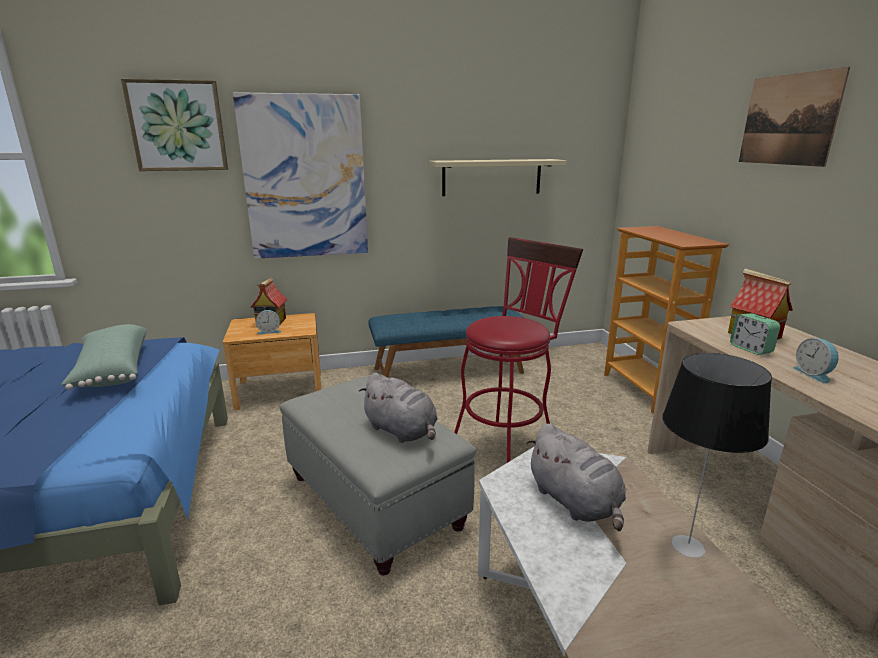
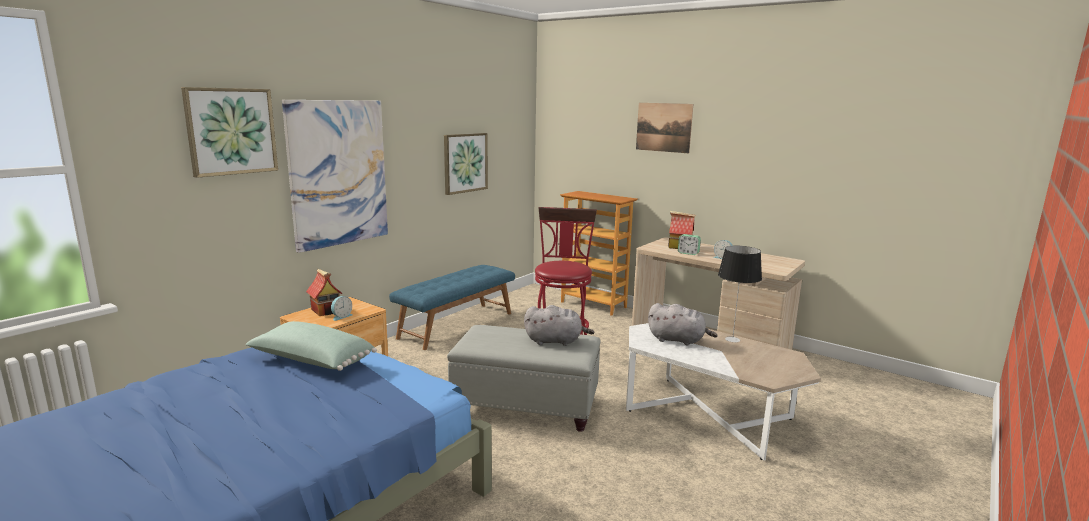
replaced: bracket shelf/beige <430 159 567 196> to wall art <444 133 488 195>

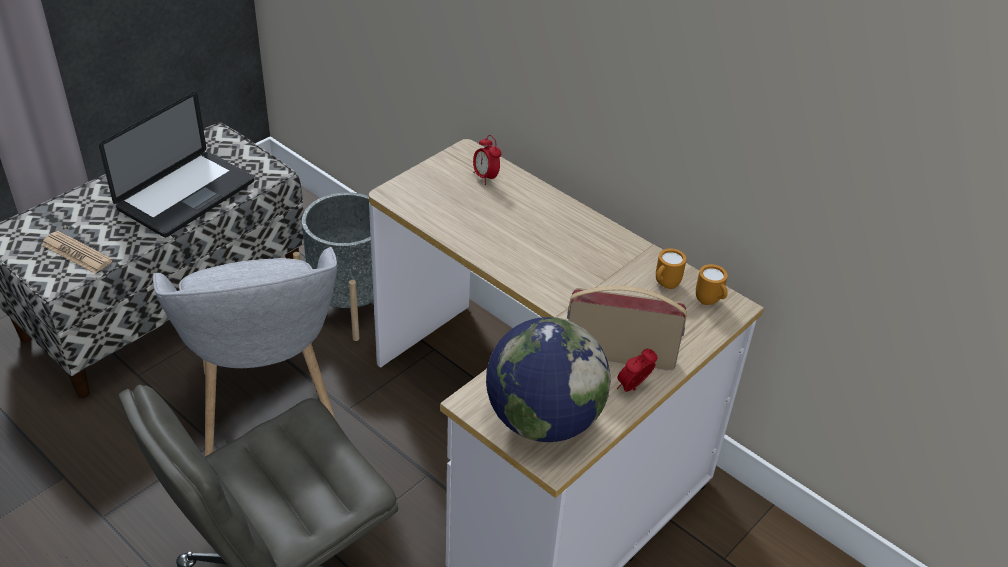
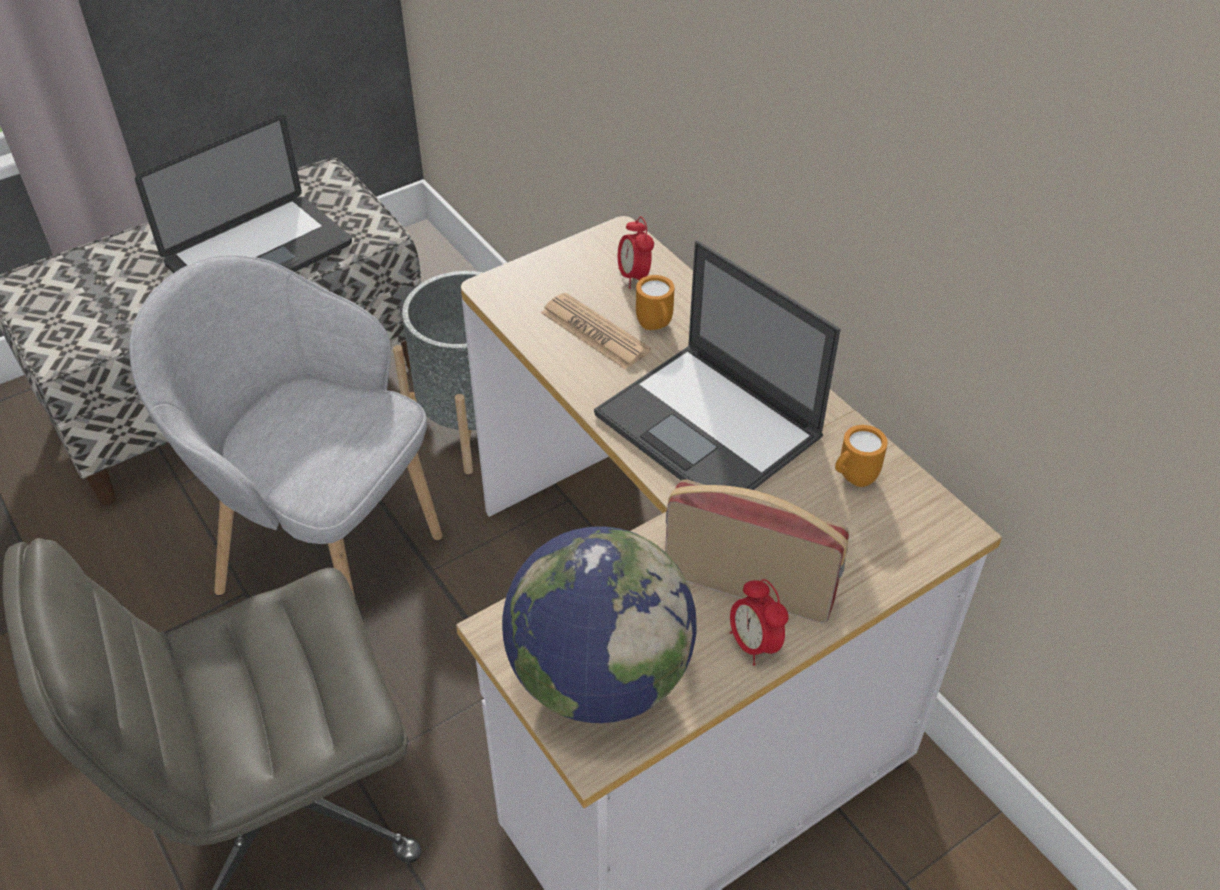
added: laptop <594 240 841 490>
moved: newspaper <41 231 113 274> to <541 293 651 370>; mug/orangey <696 264 728 305> to <636 275 675 330>
turned: armchair/greyish <153 247 337 456> = <129 255 443 597> 120 degrees clockwise; alarm clock <617 349 657 392> = <730 579 788 666> 90 degrees counterclockwise

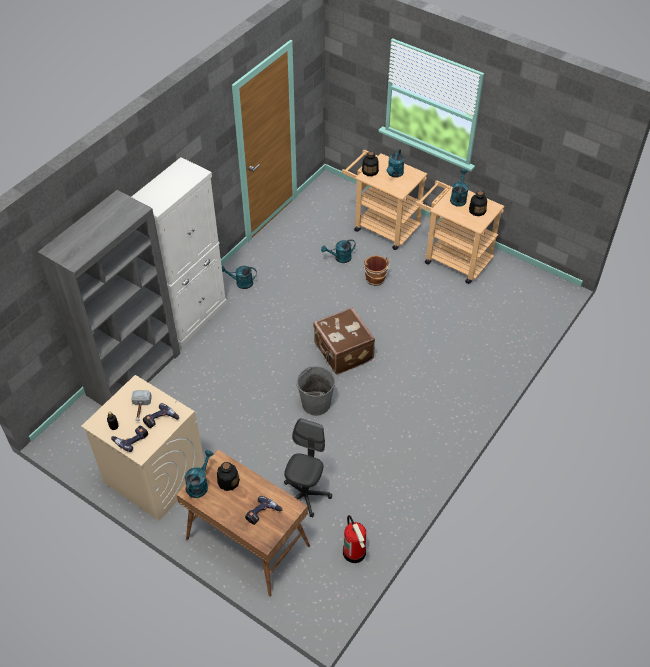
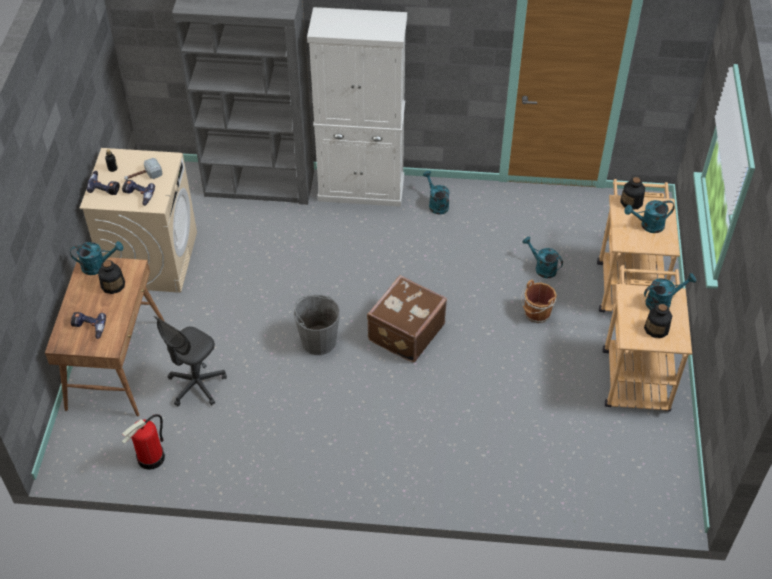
turned: desk chair/greyish <284 418 332 517> = <154 316 227 407> 135 degrees clockwise

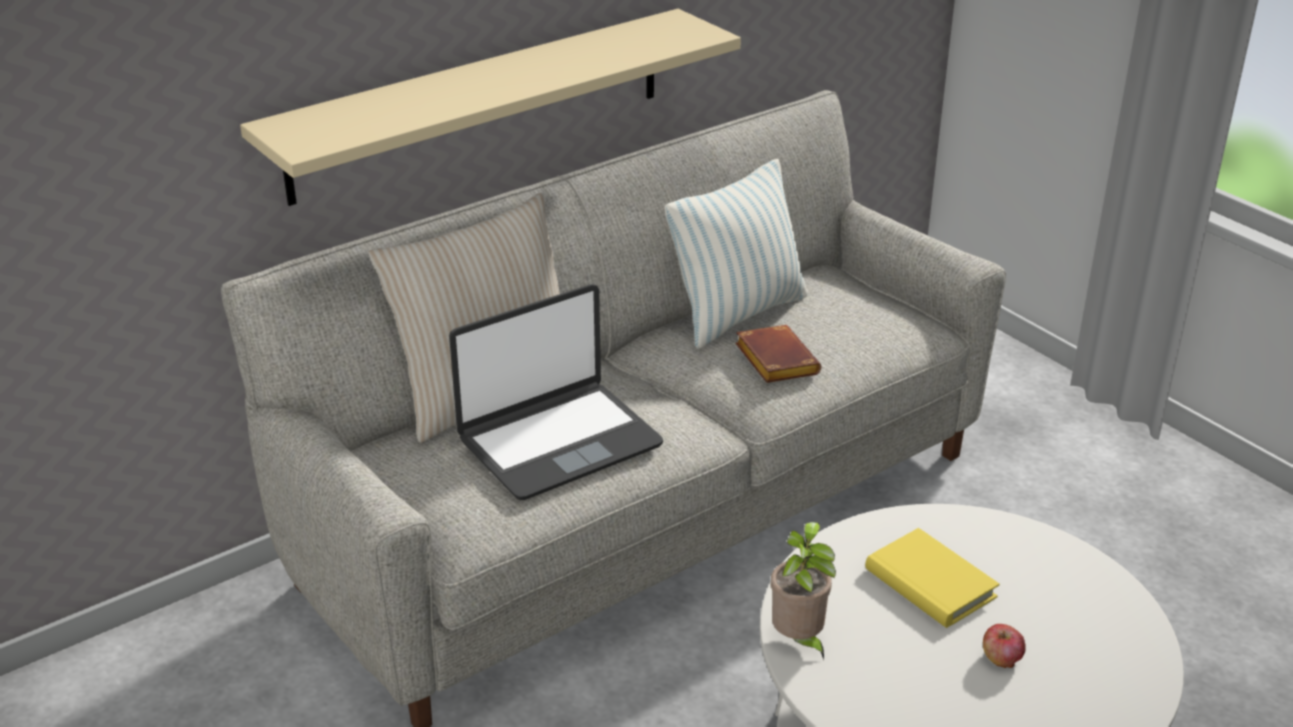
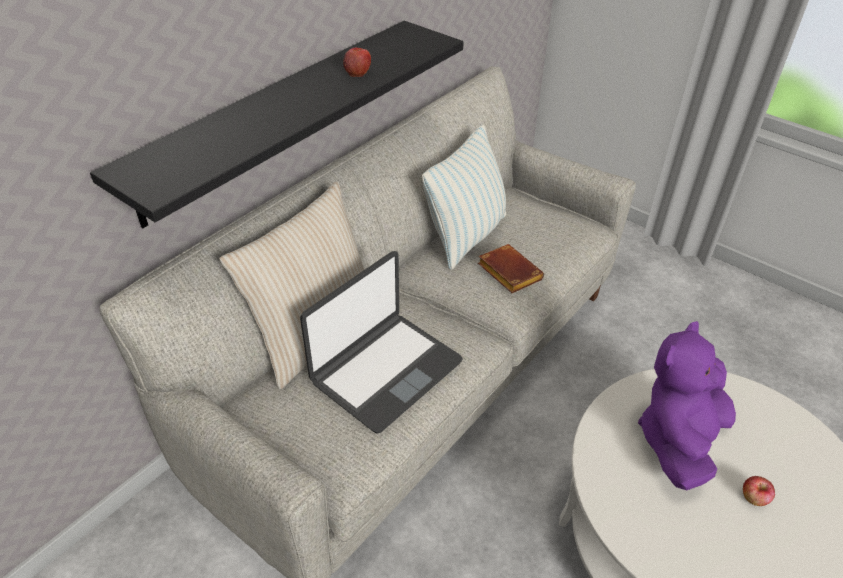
removed: potted plant <771 522 836 659>
added: apple fruit <343 48 371 77>
replaced: bound book/yellow-coloured <865 528 1000 628> to plush toy/purplish <638 321 736 490>
recoloured: bracket shelf/beige <240 9 741 206> to bracket shelf/blackish <90 21 464 228>

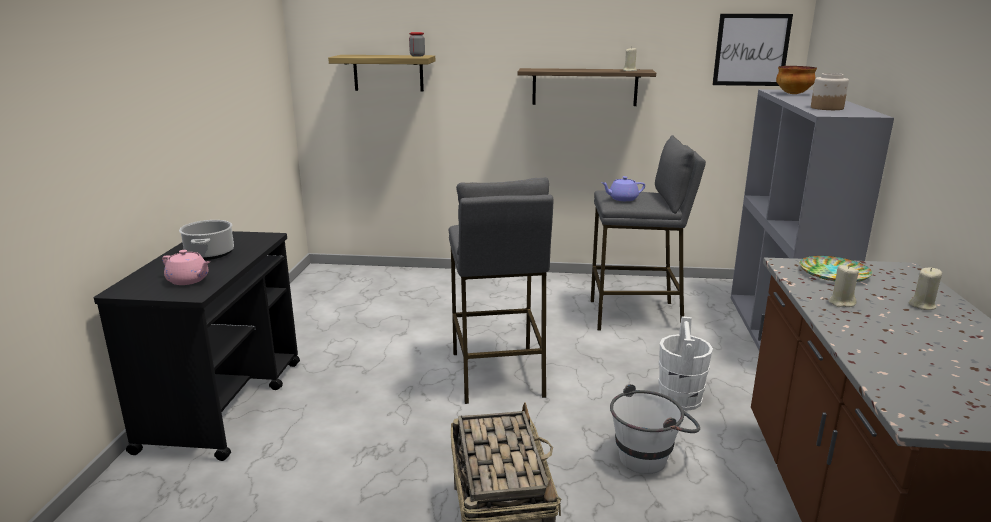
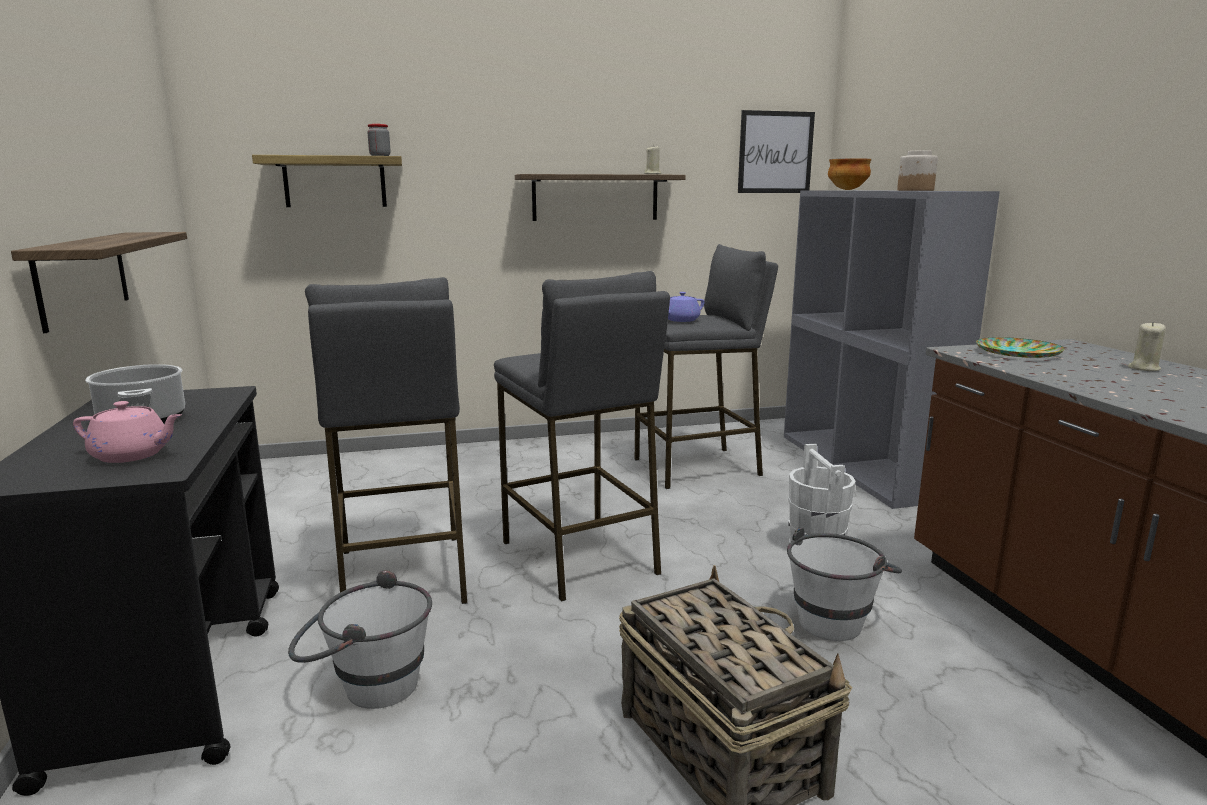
removed: candle/beige <828 265 859 307>
added: bracket shelf <11 232 187 333>; bucket/white-coloured <288 570 432 709>; sitting stool/greyish <305 277 467 604>

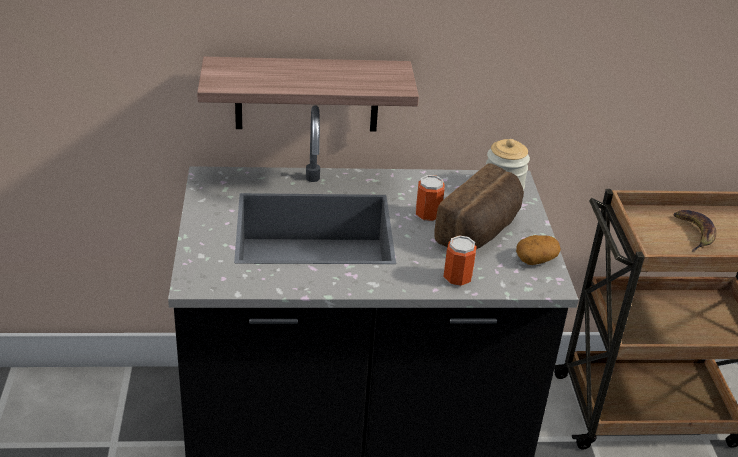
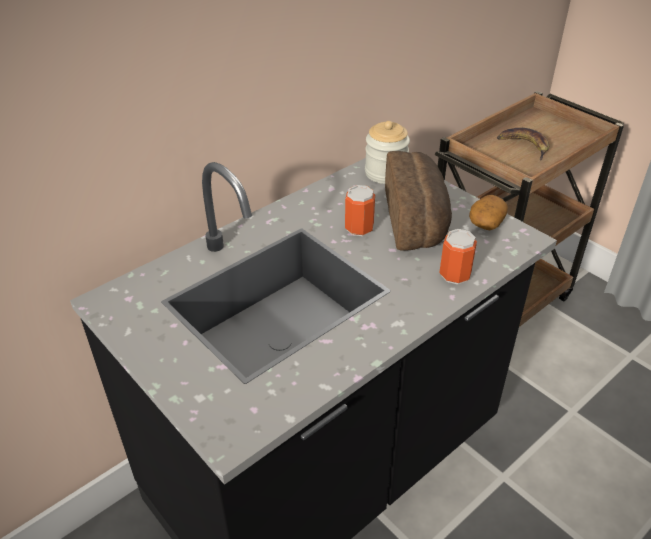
removed: bracket shelf <197 57 419 132>

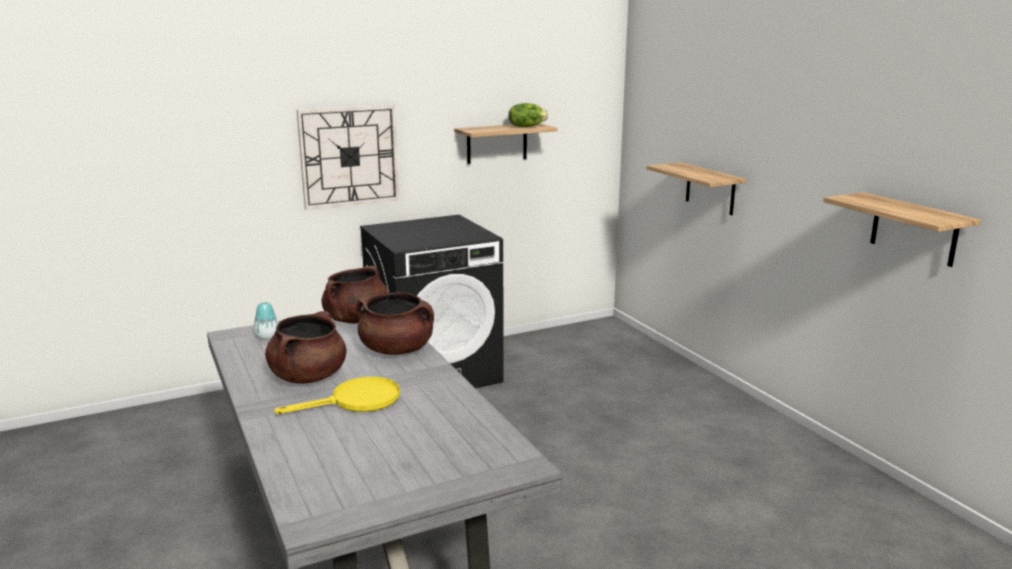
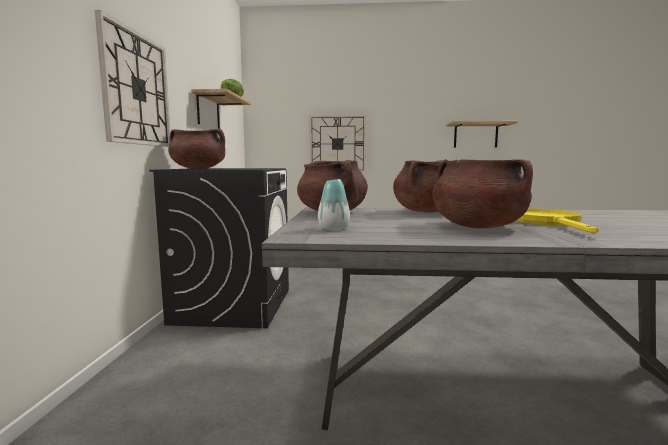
added: saucepot/brown-coloured <168 129 225 169>
replaced: bracket shelf <647 162 747 215> to hanging clock <309 115 366 173>

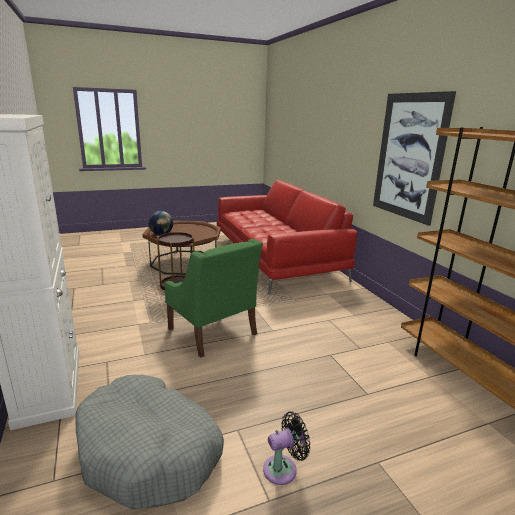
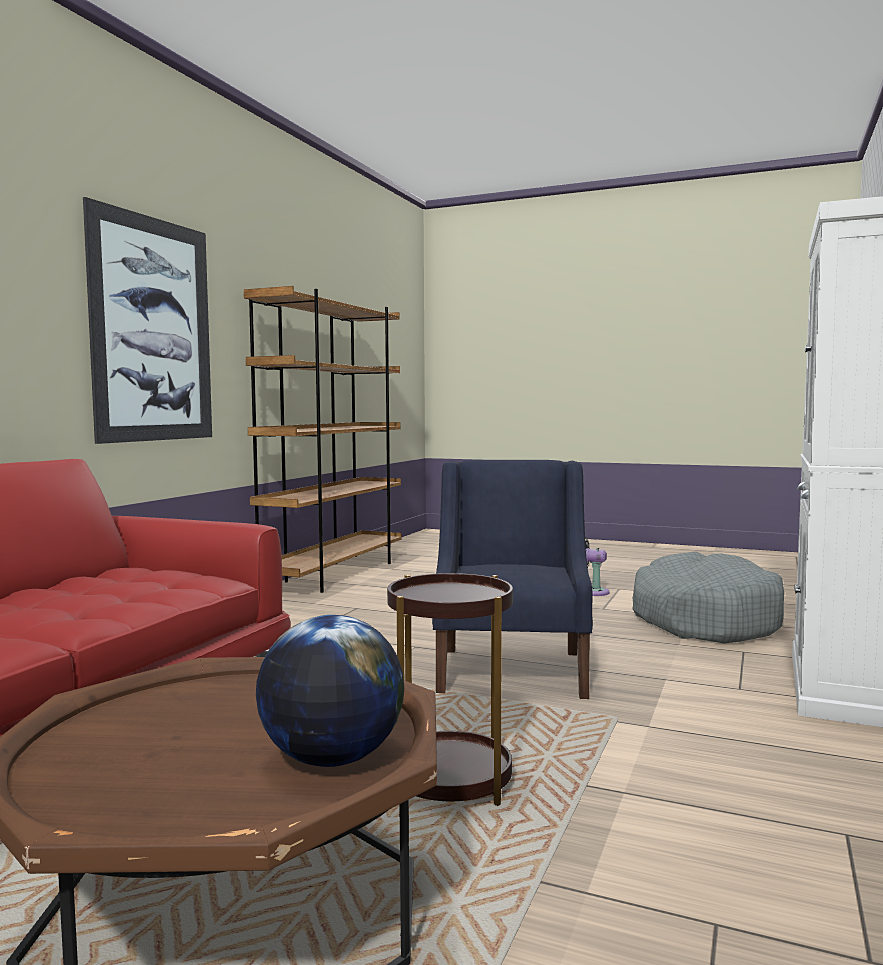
recoloured: armchair/green <164 239 263 358> to armchair/blue <432 460 593 699>

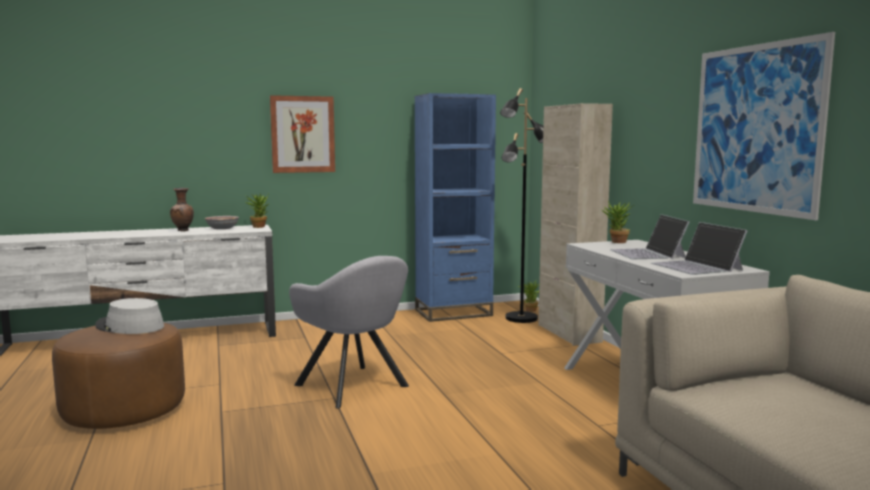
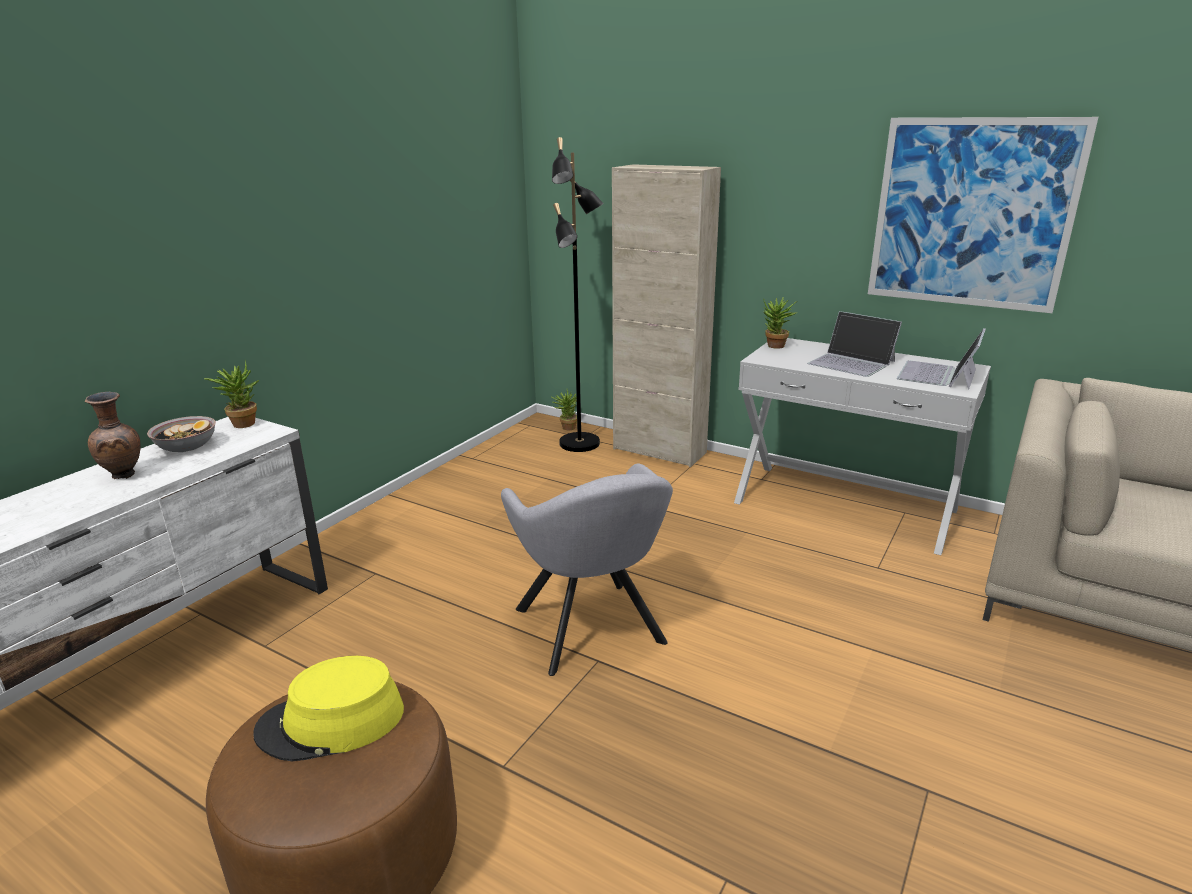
removed: wall art <270 95 335 173>; bookcase/blue <415 93 496 322>
recoloured: hat/greyish <95 298 164 334> to hat/yellow-coloured <253 656 404 761>
turned: armchair/greyish <289 256 409 409> = <501 463 673 676> 60 degrees clockwise; laptop <651 222 748 275> = <897 328 986 390> 90 degrees clockwise

